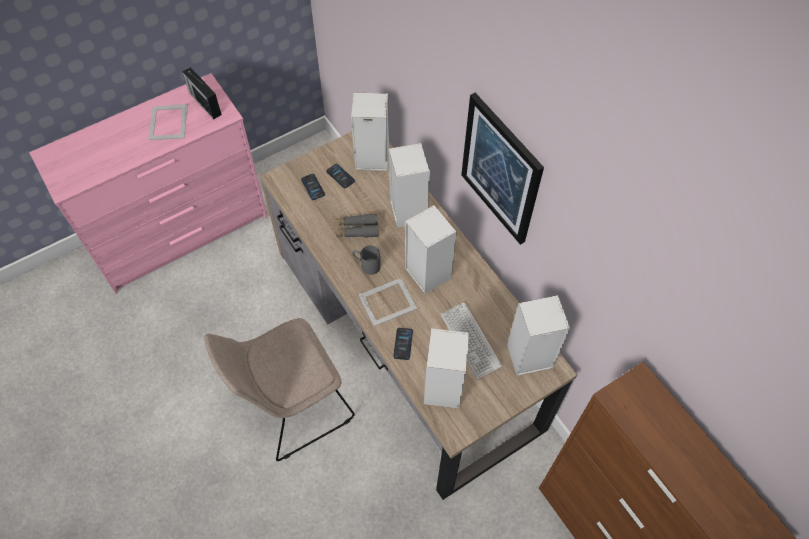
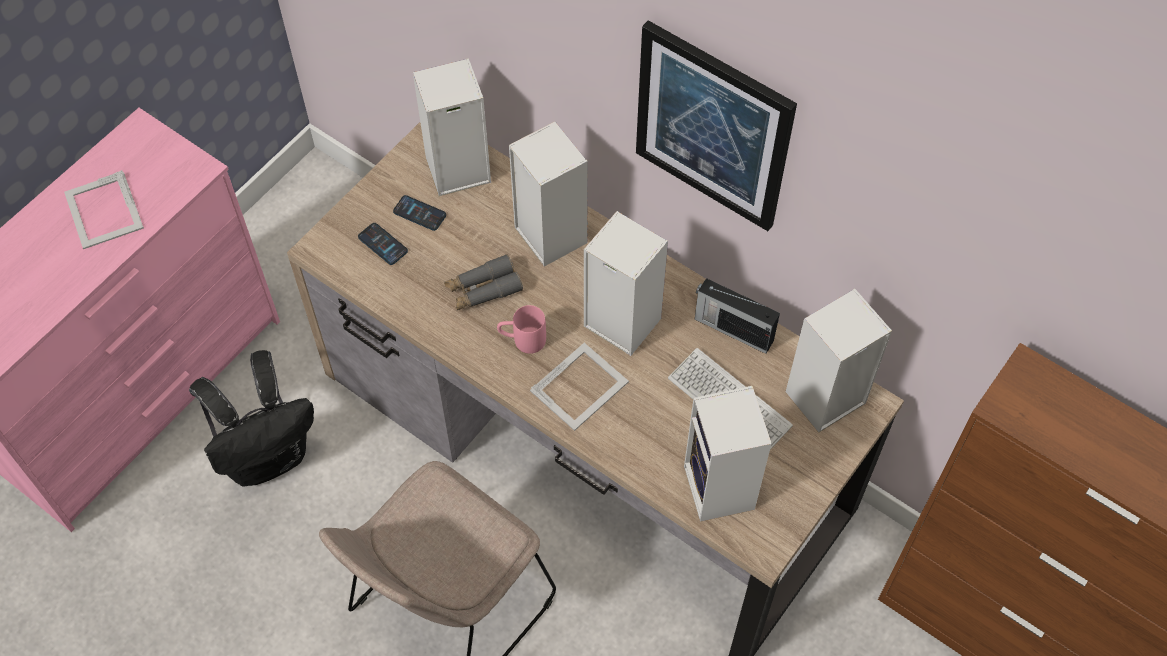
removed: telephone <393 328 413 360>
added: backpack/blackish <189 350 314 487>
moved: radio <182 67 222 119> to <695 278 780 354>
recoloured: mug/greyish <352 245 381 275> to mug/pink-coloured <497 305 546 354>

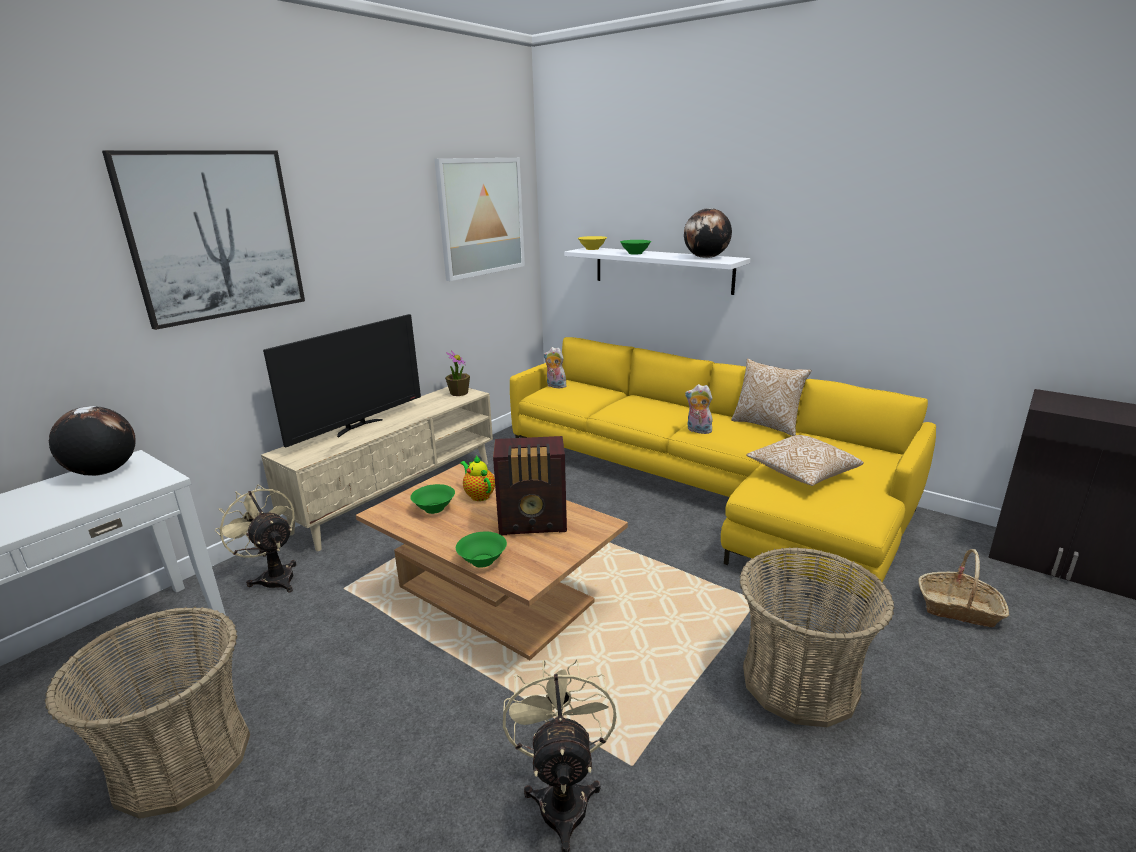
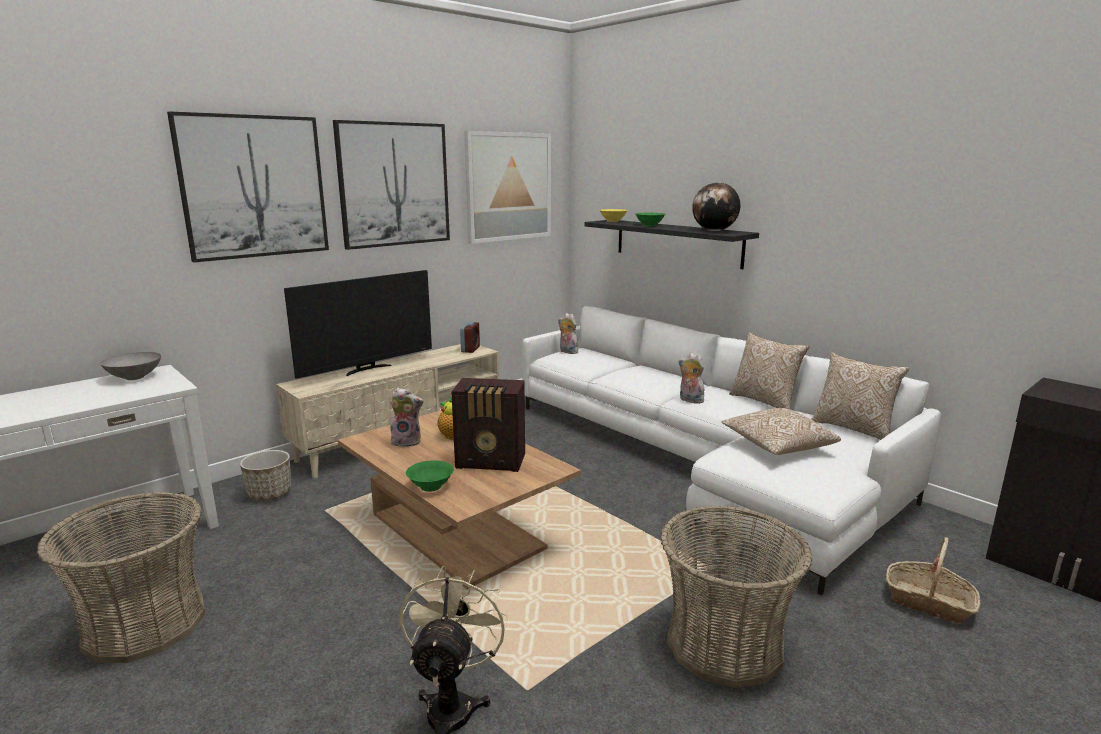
added: wall art <333 120 450 250>; throw pillow <812 352 910 440>
replaced: globe <49 406 136 476> to serving bowl/greyish <100 352 161 380>; electric fan/beige <215 484 296 593> to flower pot <240 450 291 500>; serving bowl/green <410 484 455 514> to plush toy <390 388 424 447>; potted plant <445 350 470 396> to alarm clock <460 322 480 353>
recoloured: couch/yellow-coloured <510 337 936 612> to couch/white-coloured <522 306 941 595>; bracket shelf/white-coloured <564 248 750 295> to bracket shelf/blackish <584 220 759 269>

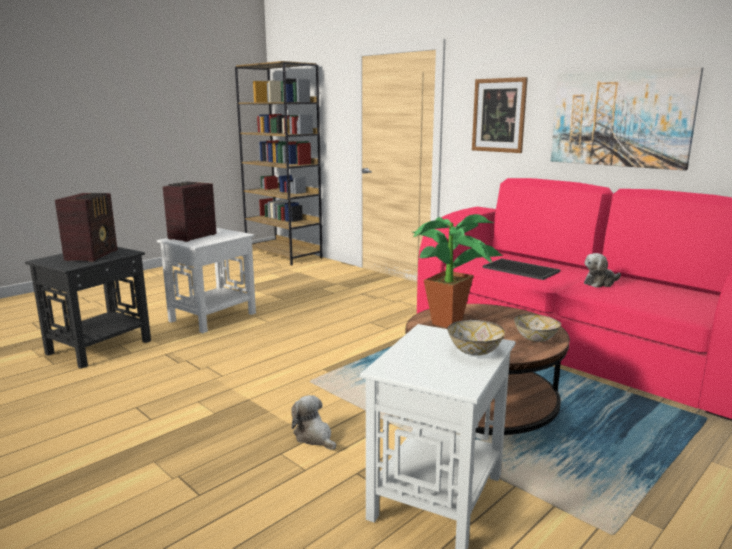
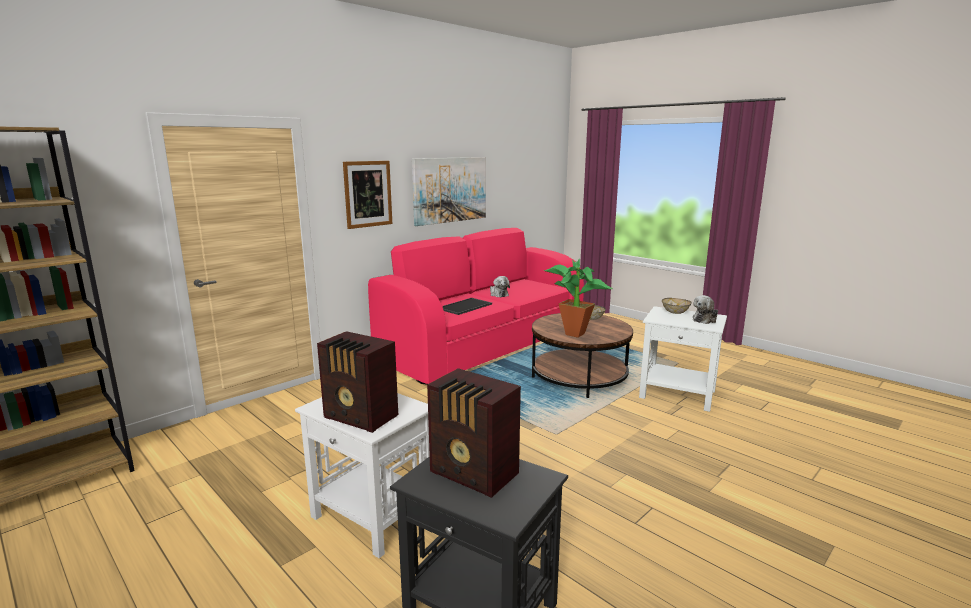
moved: plush toy <291 395 336 450> to <693 295 718 324>
turned: radio <55 193 118 262> = <427 368 521 498> 150 degrees counterclockwise

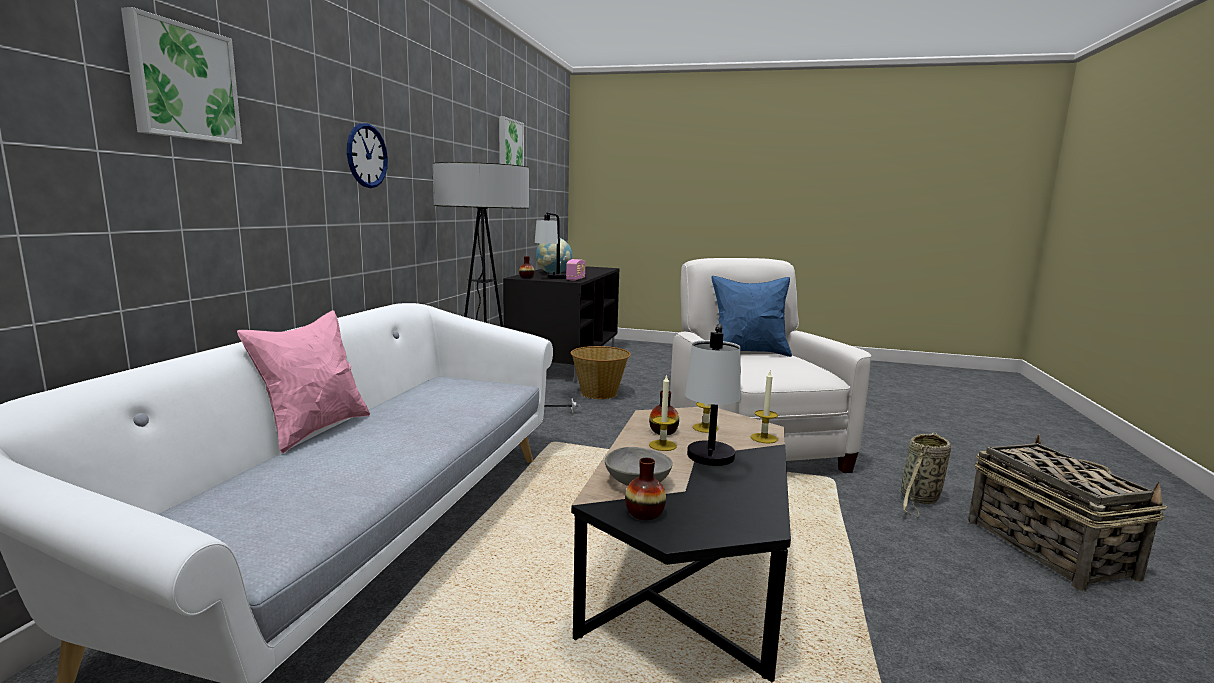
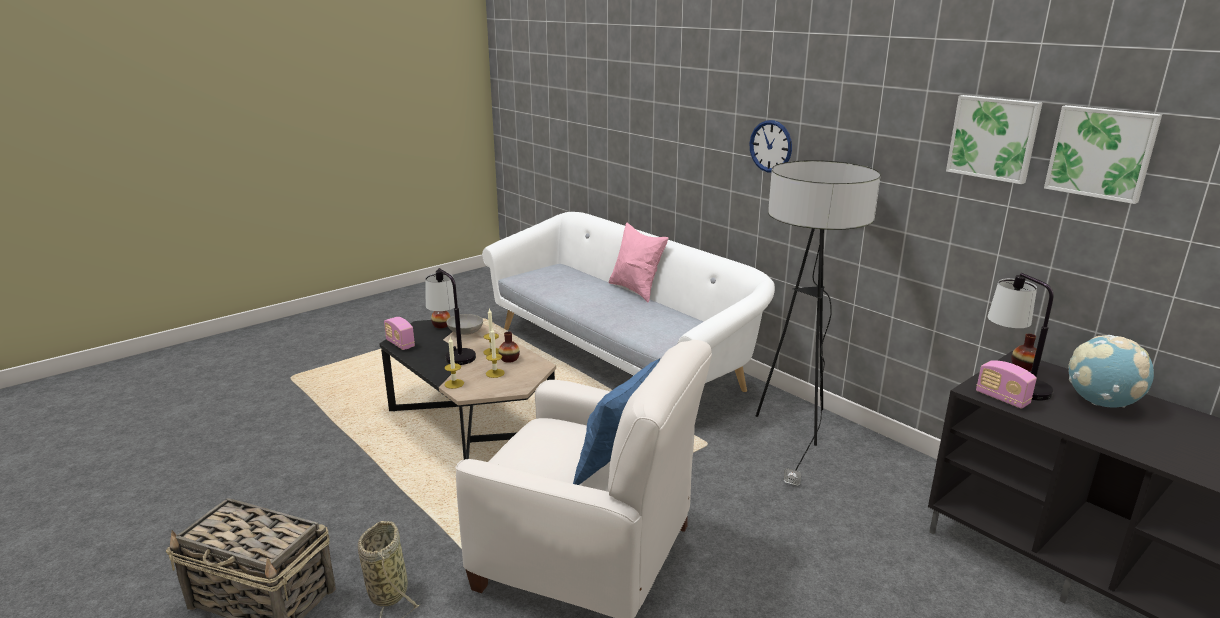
removed: storage basket <571 346 631 399>
added: radio <384 317 415 350>
moved: wall art <121 7 242 144> to <946 95 1042 184>

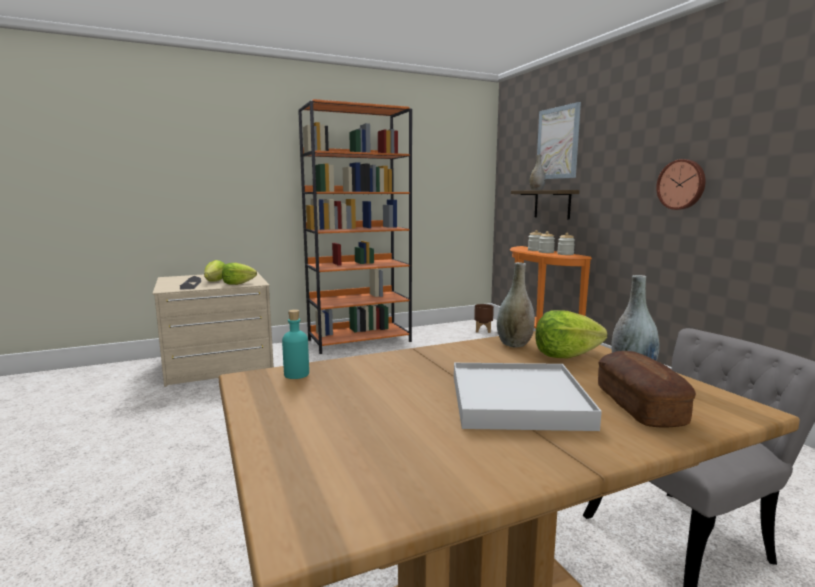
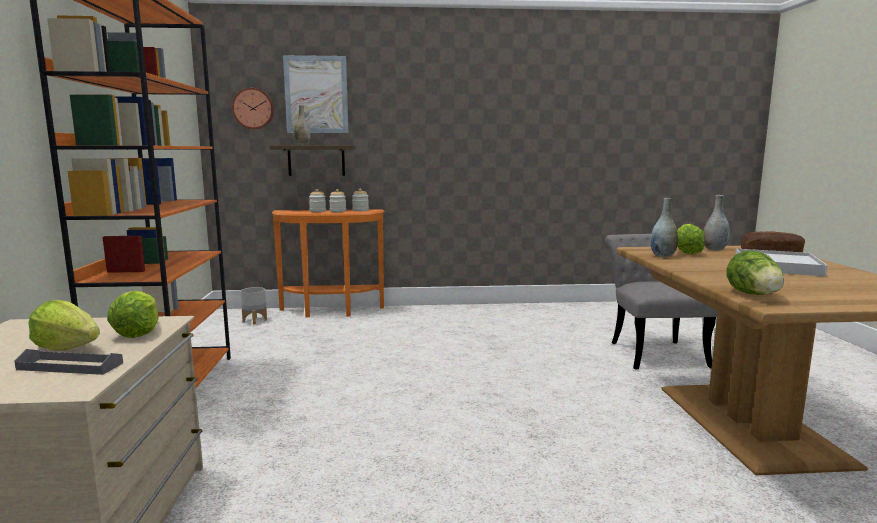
moved: hanging clock <656 159 705 210> to <232 88 274 129>
replaced: beverage bottle/turquoise-coloured <282 309 309 379> to head of lettuce <727 250 784 295>
recoloured: flower pot/brown-coloured <474 304 494 333> to flower pot/greyish <240 287 267 325>

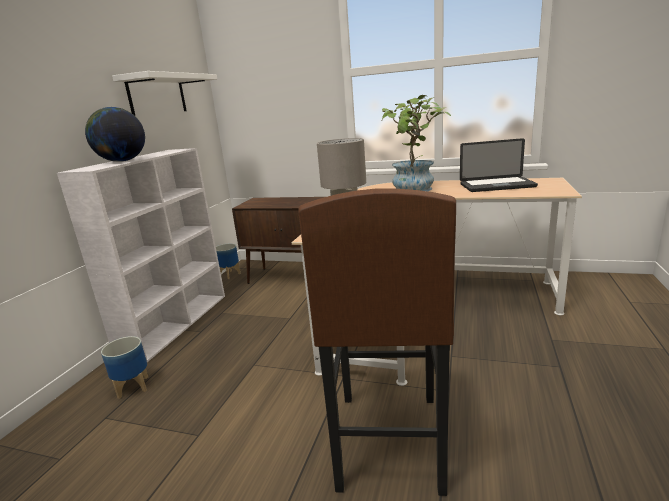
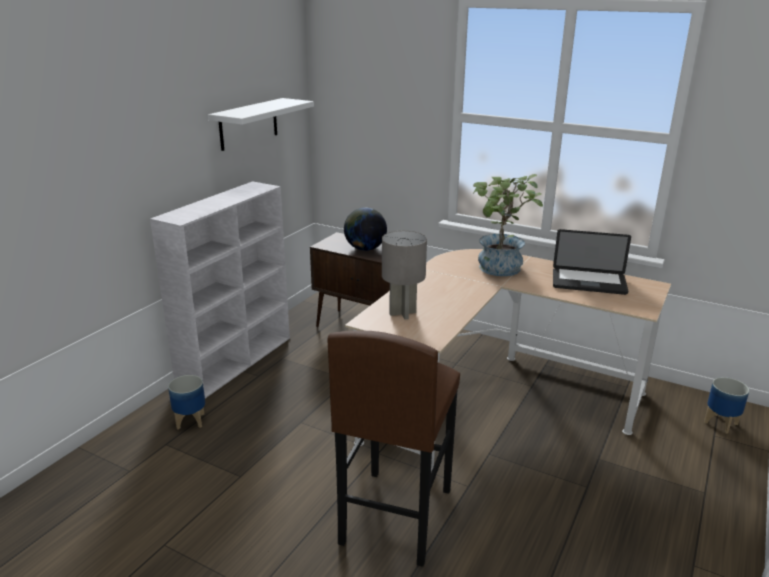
moved: globe <85 107 145 162> to <344 207 387 251>; flower pot <216 244 241 279> to <704 377 749 434>

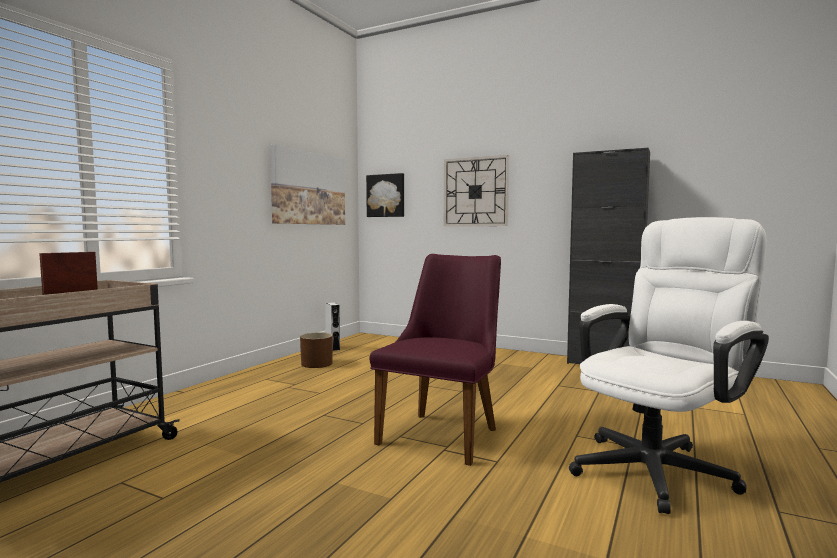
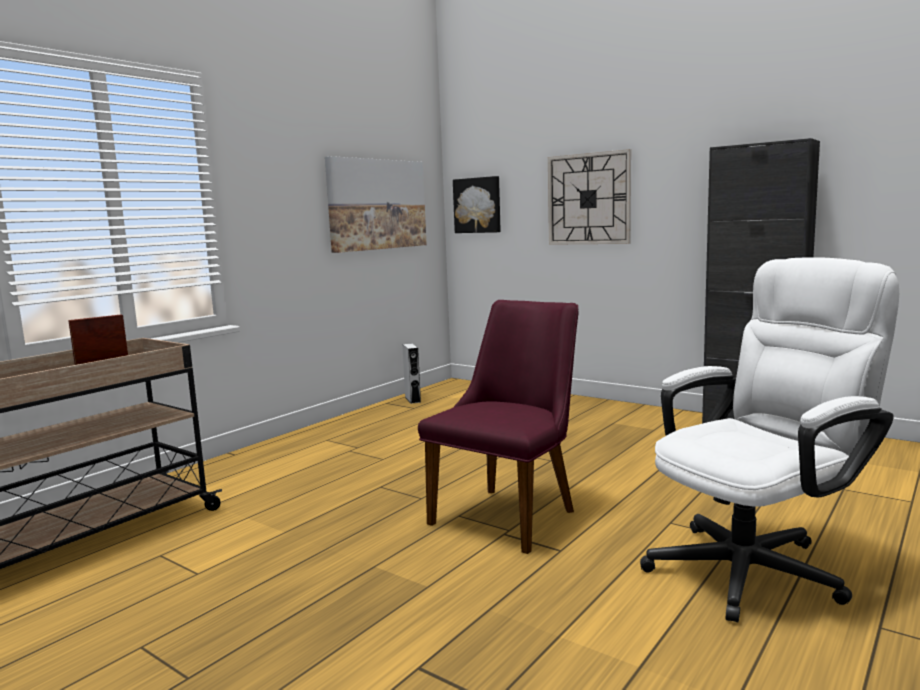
removed: flower pot/brown-coloured <300 332 333 368>

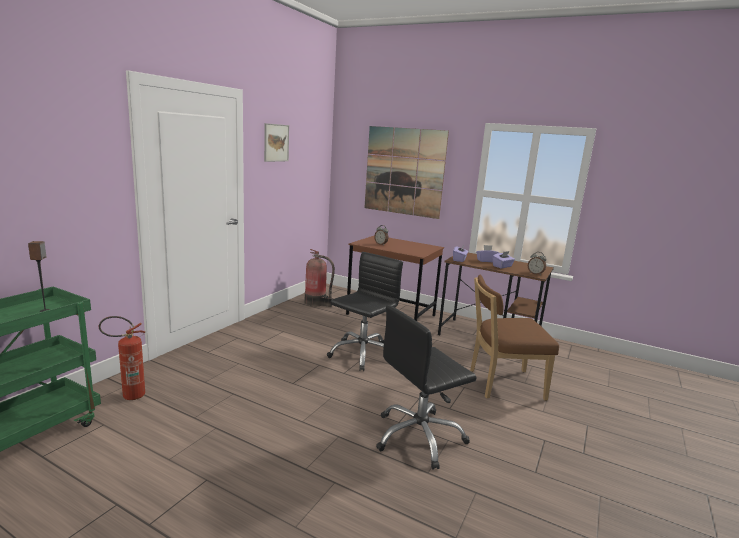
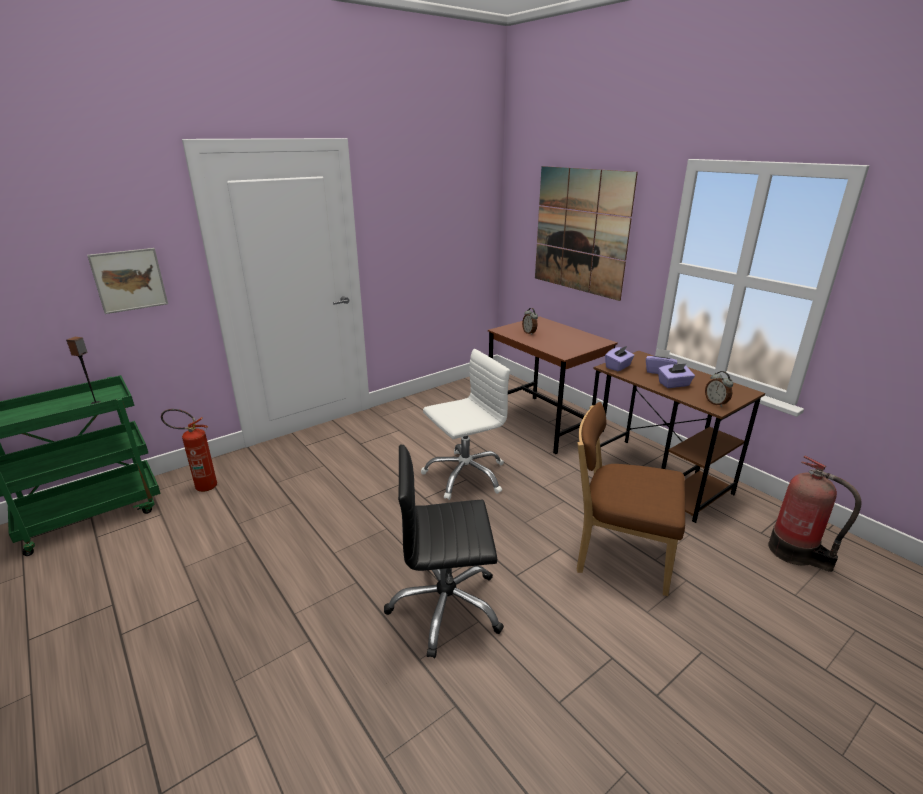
moved: wall art <264 123 289 162> to <87 248 168 314>; extinguisher <304 249 335 307> to <768 456 861 572>
recoloured: desk chair/blackish <327 252 403 371> to desk chair/white-coloured <421 349 510 500>

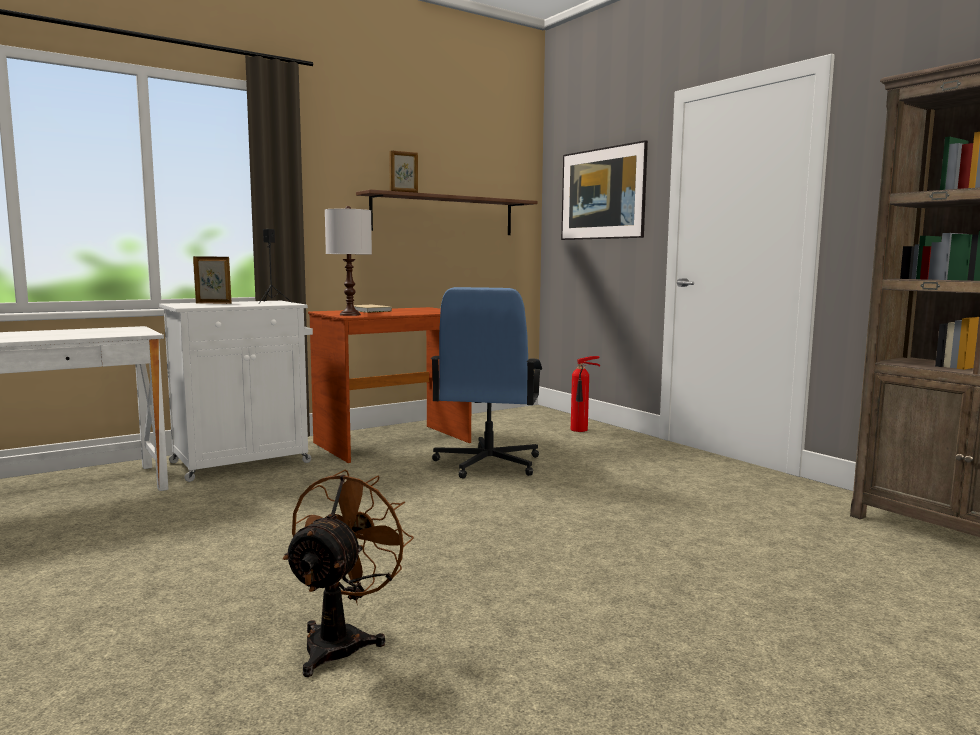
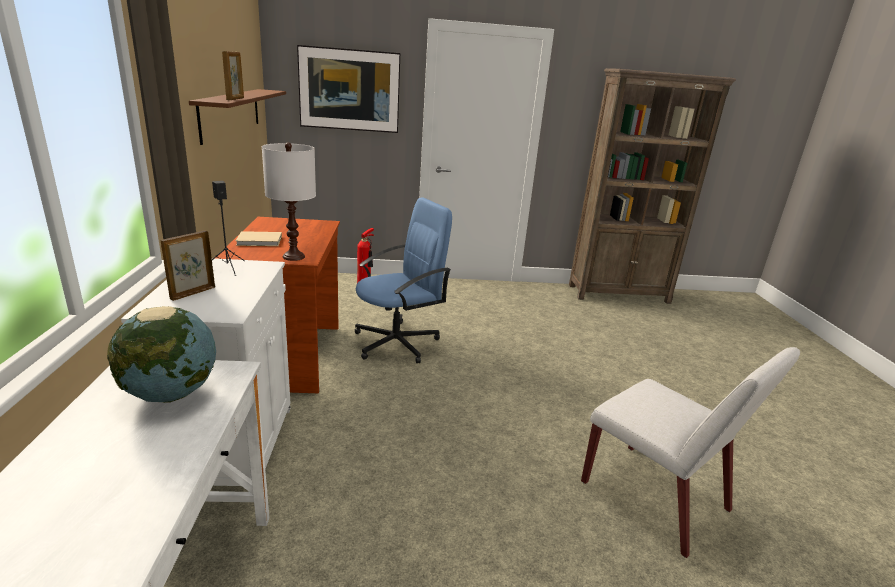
added: globe <107 306 216 403>
replaced: electric fan/brown-coloured <283 469 414 677> to plain chair/white-coloured <581 347 800 558>
turned: desk chair/blue <430 287 542 479> = <354 197 452 363> 75 degrees counterclockwise

